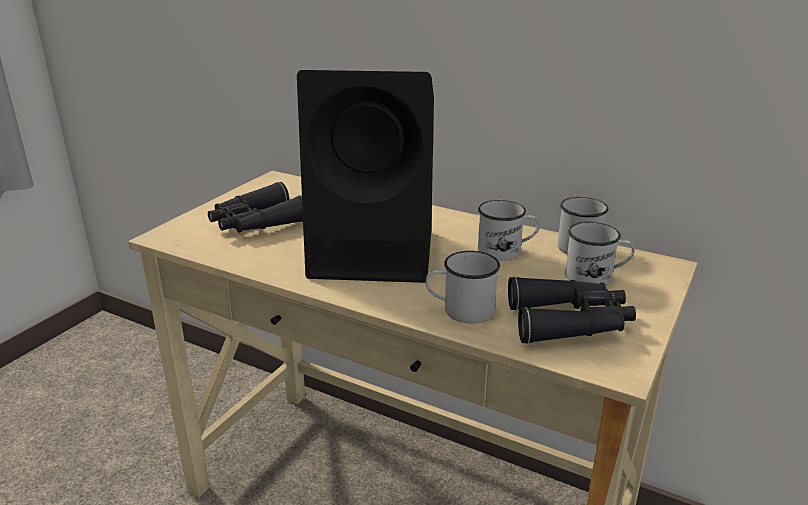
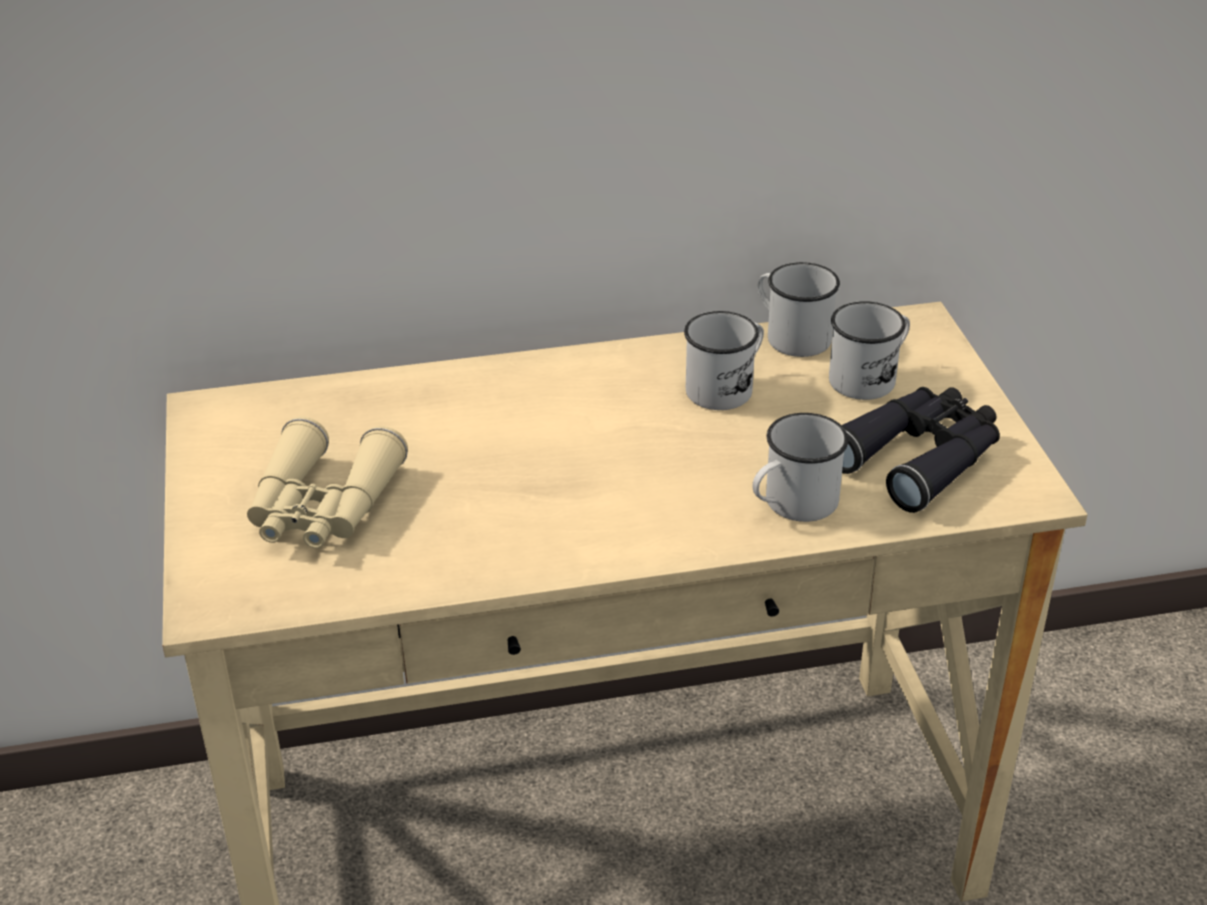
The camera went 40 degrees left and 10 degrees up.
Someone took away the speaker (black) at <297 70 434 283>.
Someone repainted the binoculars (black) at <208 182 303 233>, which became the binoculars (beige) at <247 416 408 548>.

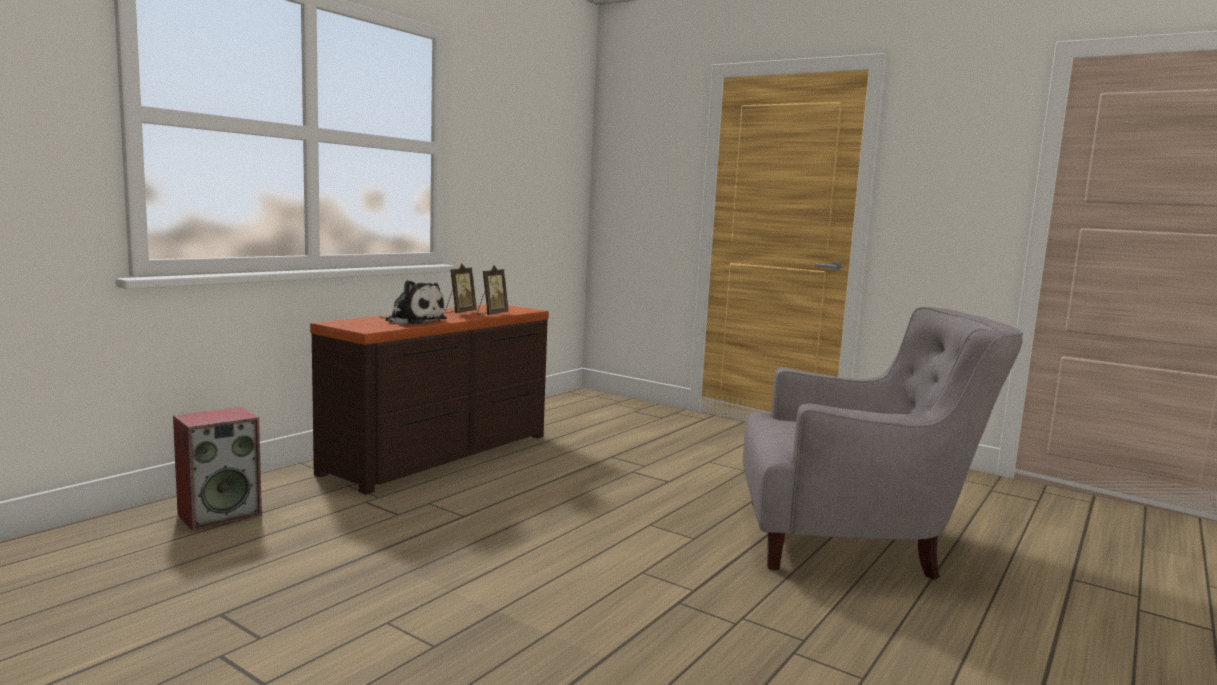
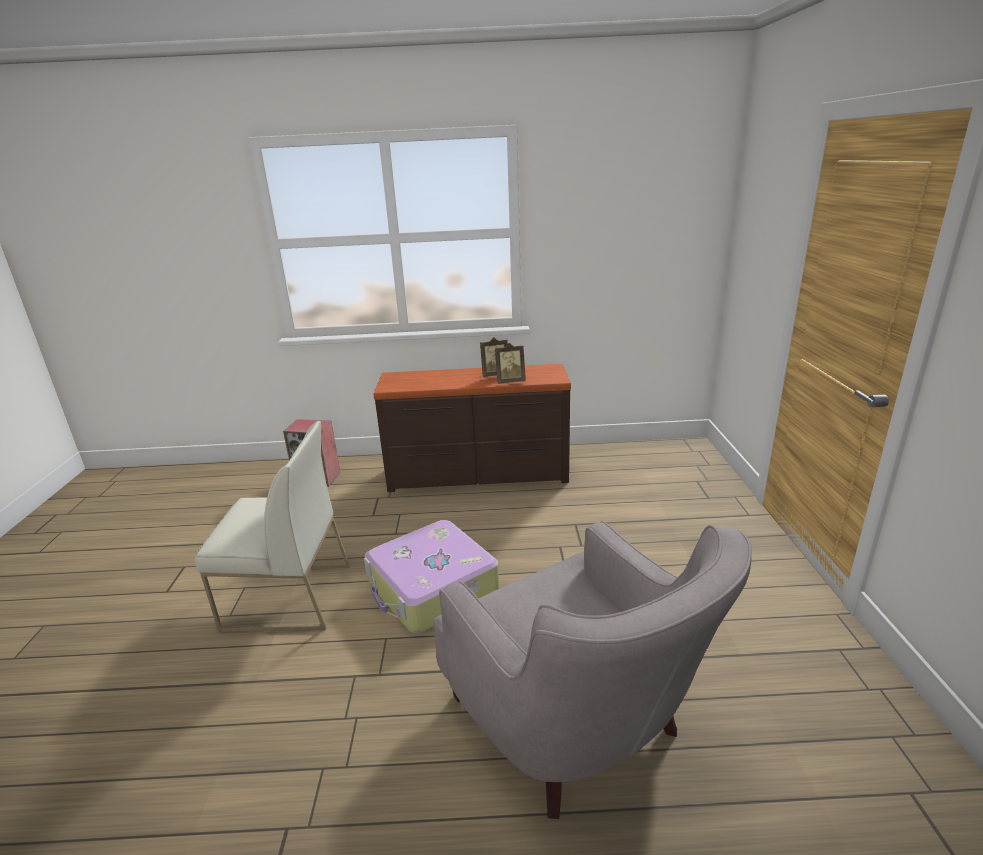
The camera went 55 degrees right and 15 degrees up.
Someone took away the plush toy at <380 280 447 324>.
Someone put down the chair (white) at <195 421 350 632>.
Someone put down the suitcase at <364 520 499 634>.

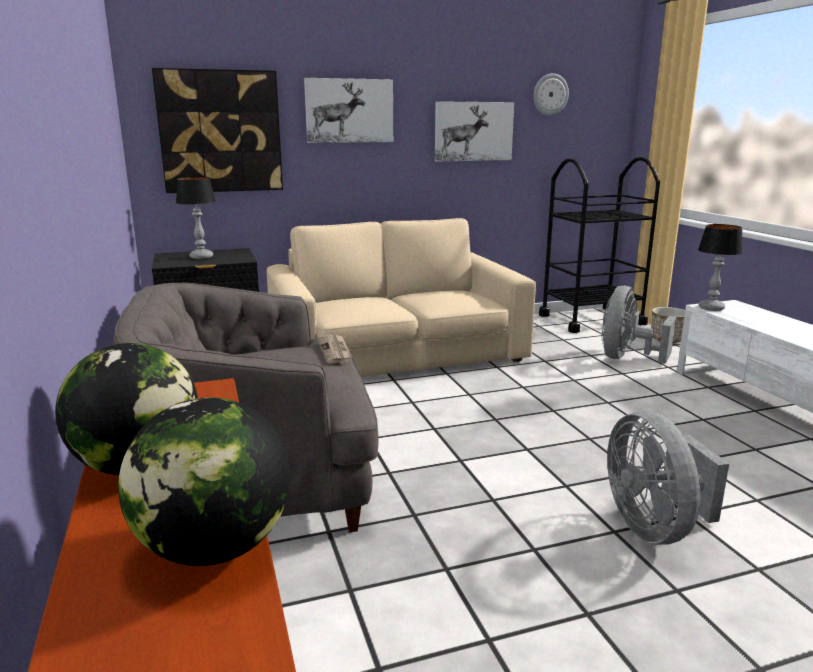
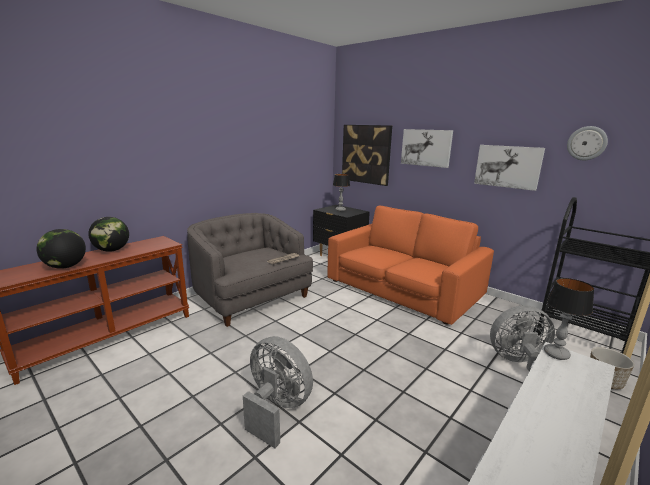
The camera went 60 degrees right and 0 degrees up.
Someone repainted the sofa (beige) at <267 218 536 377>, which became the sofa (orange) at <327 206 494 325>.
Someone rotated the fan (grey) at <607 411 729 545> by 75 degrees clockwise.

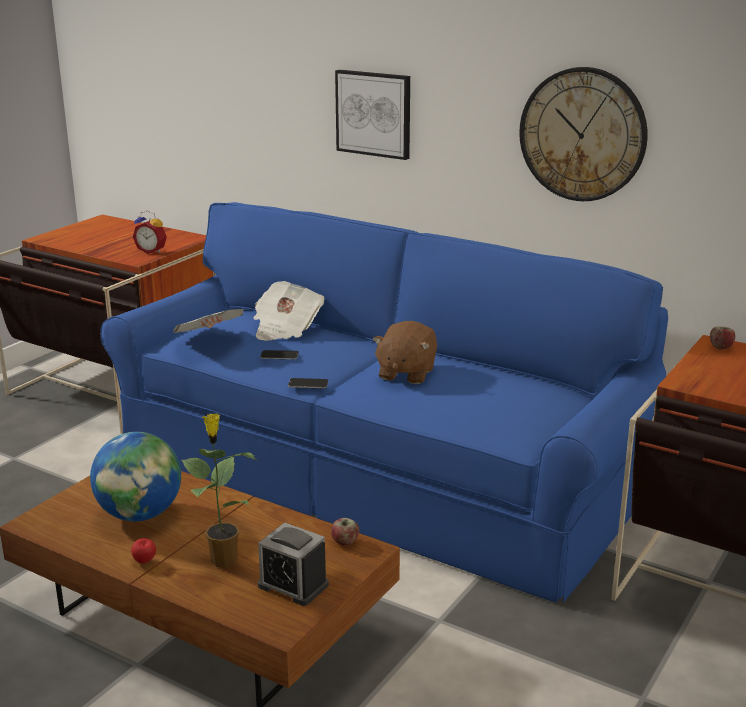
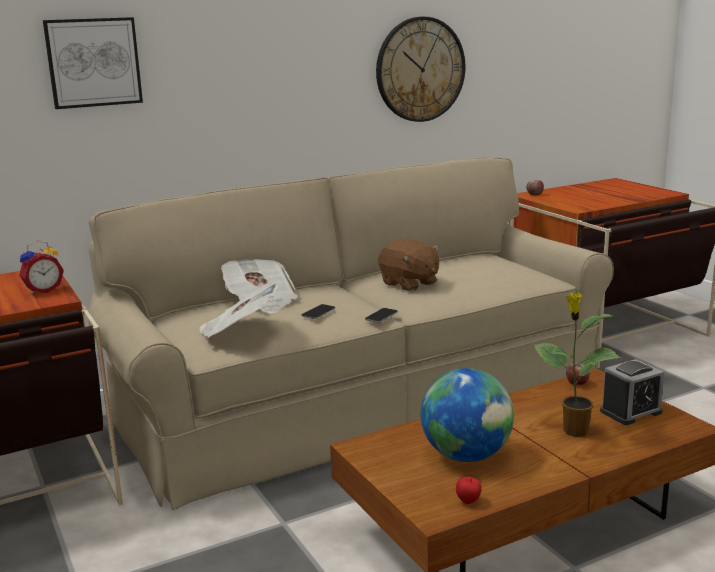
The camera went 60 degrees left and 5 degrees down.
Someone carried the apple from <131 538 156 564> to <456 477 482 504>.
Someone carried the picture from <335 70 410 160> to <43 17 143 109>.
Someone repainted the sofa (blue) at <100 202 668 603>, which became the sofa (beige) at <88 157 614 510>.

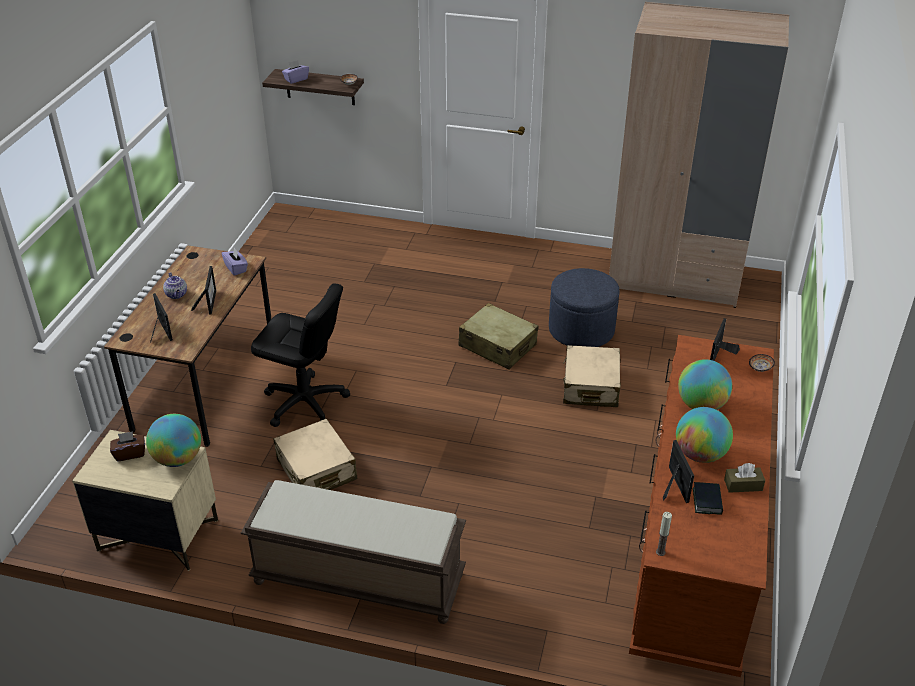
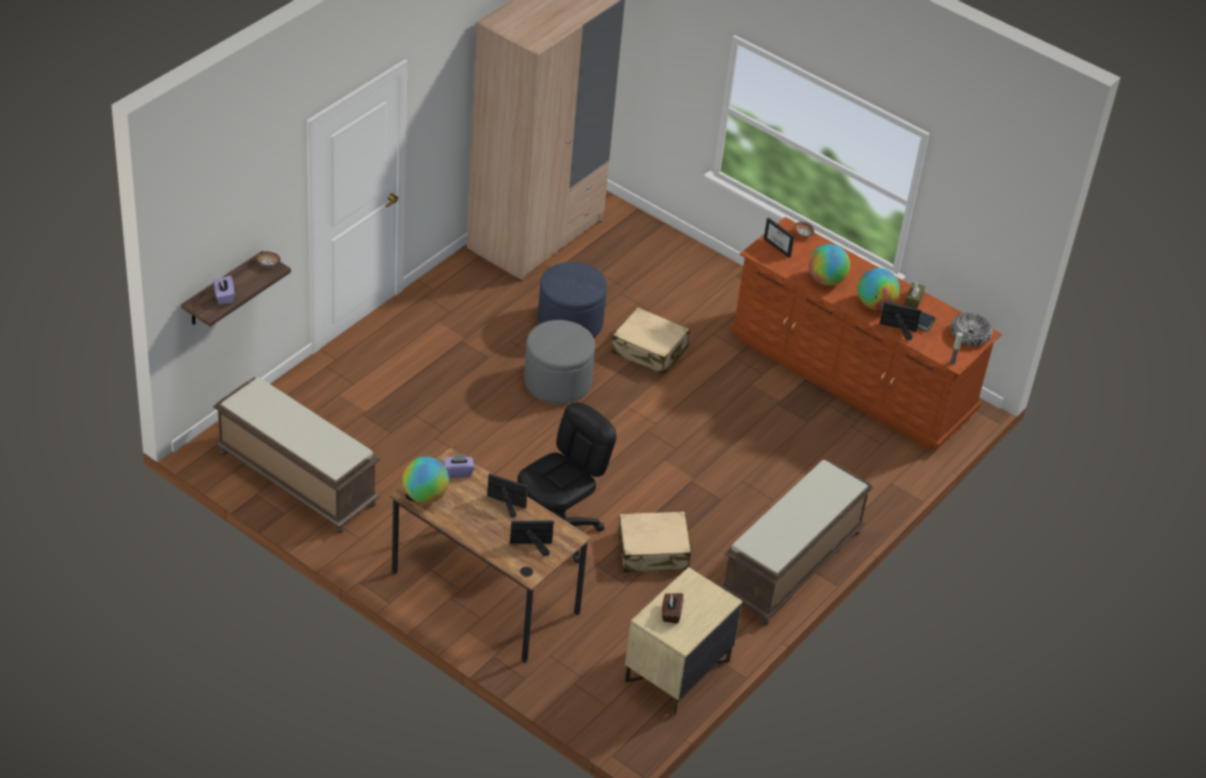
The camera went 70 degrees left and 5 degrees up.
Someone took away the teapot at <163 272 187 299>.
Someone put down the bench (brown) at <213 377 380 533>.
Someone put down the bowl at <950 313 993 346>.
Someone carried the globe from <146 414 201 467> to <402 457 449 503>.
Someone swapped the suitcase (beige) at <459 303 538 370> for the ottoman (grey) at <524 320 595 404>.

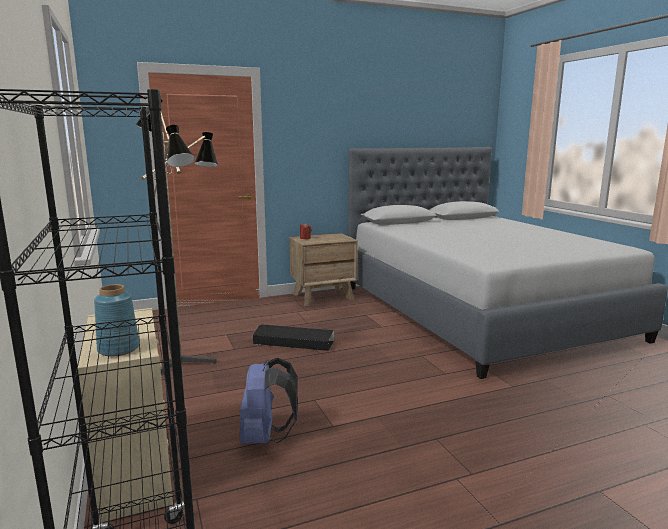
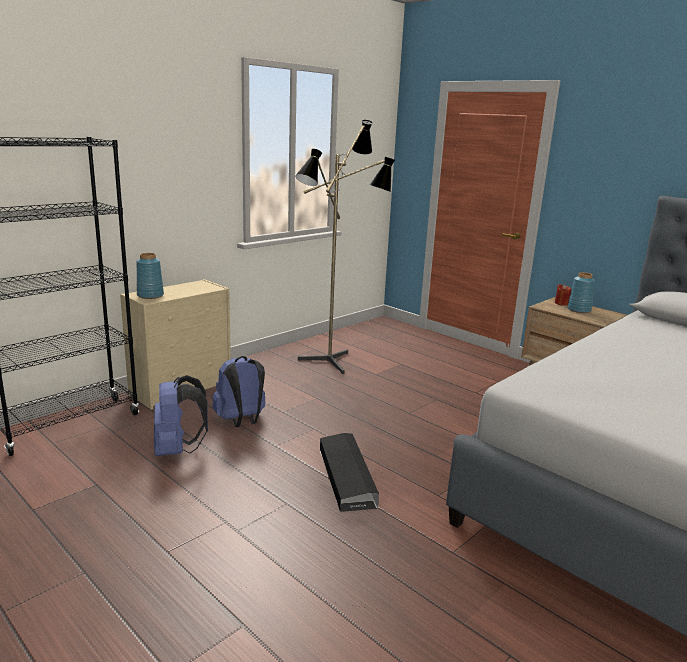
The camera went 65 degrees right and 5 degrees up.
Someone put down the backpack (blue) at <154 375 208 456>.
Someone put down the vase (blue) at <567 272 595 313>.
Someone carried the storage box (black) from <253 324 334 351> to <319 433 379 512>.

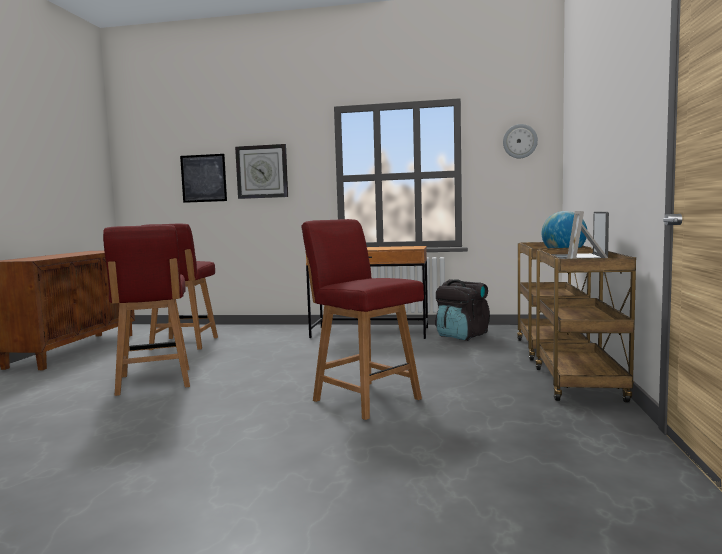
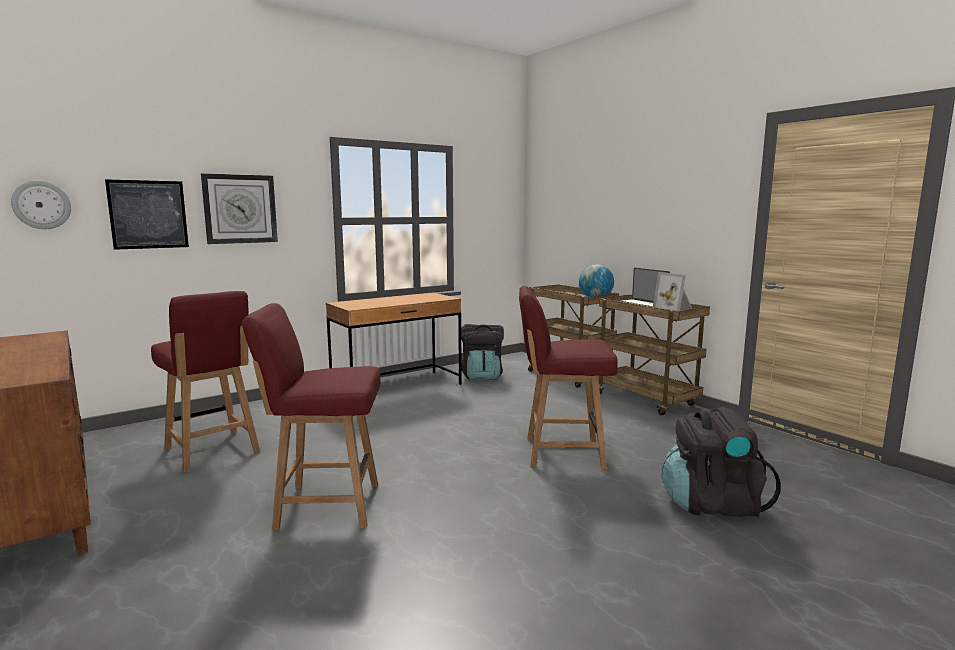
The camera went 45 degrees left and 5 degrees up.
Someone put down the backpack (black) at <661 407 781 517>.
Someone carried the wall clock from <503 124 538 158> to <11 181 71 229>.
Someone rotated the chair (red) at <103 225 190 396> by 150 degrees clockwise.

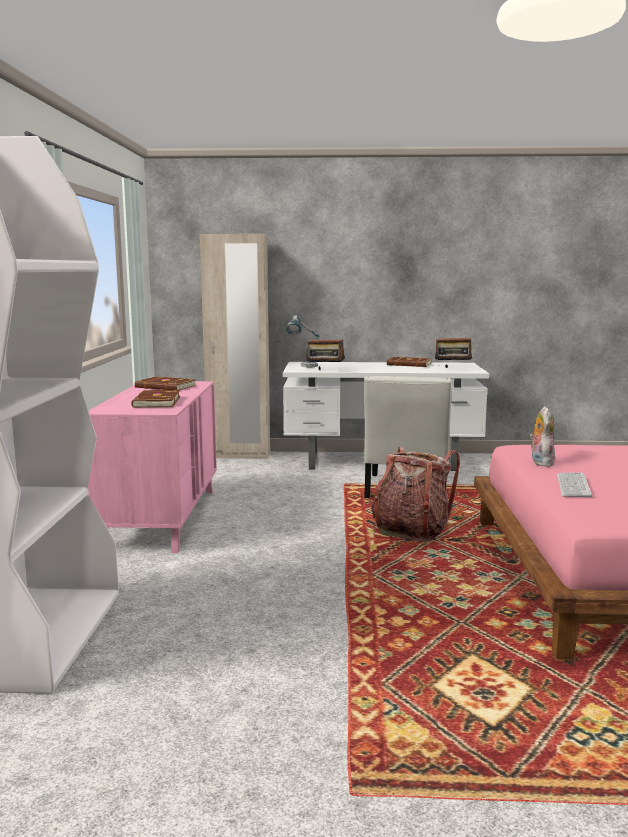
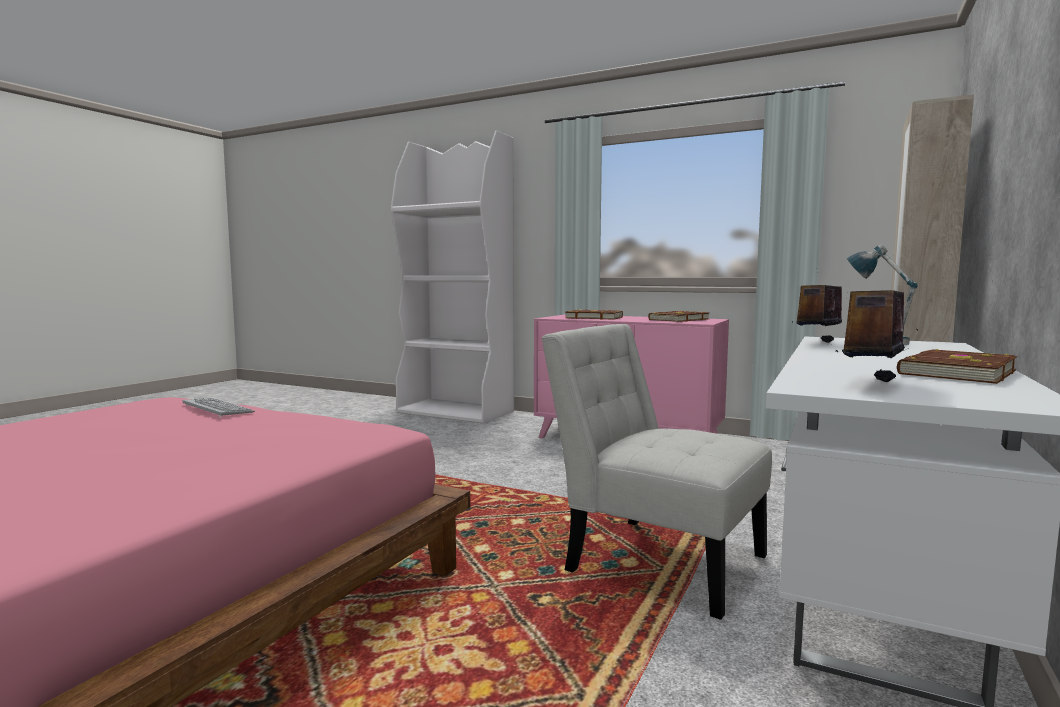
The camera went 115 degrees right and 5 degrees down.
Someone took away the backpack at <371 447 460 542>.
Someone took away the plush toy at <529 406 555 467>.

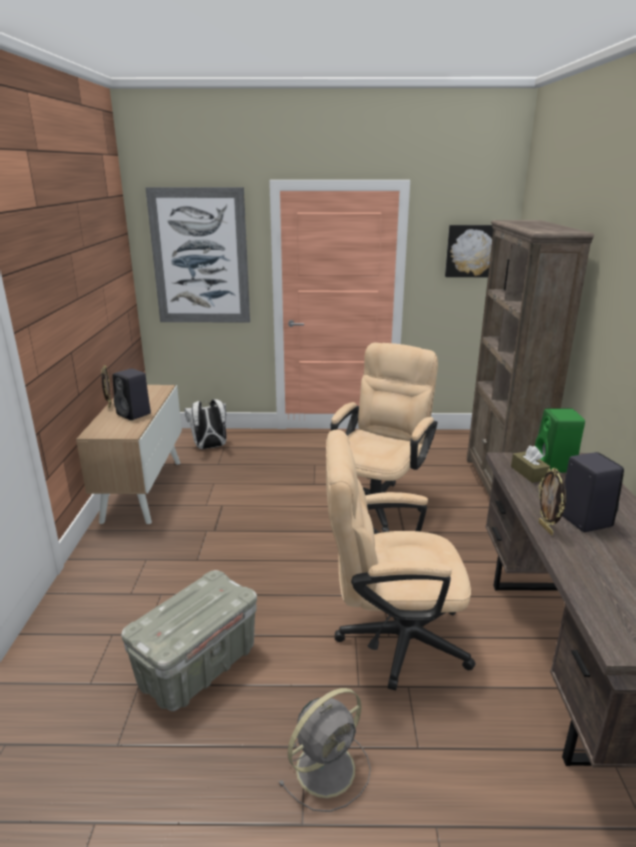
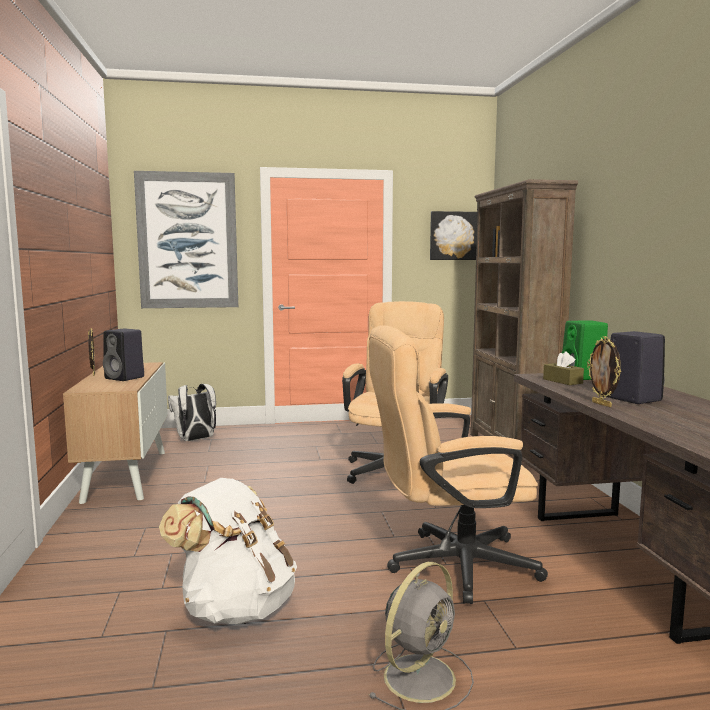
The camera went 10 degrees left and 15 degrees down.
Someone swapped the storage box (grey) at <121 570 257 711> for the backpack (white) at <159 478 297 624>.

